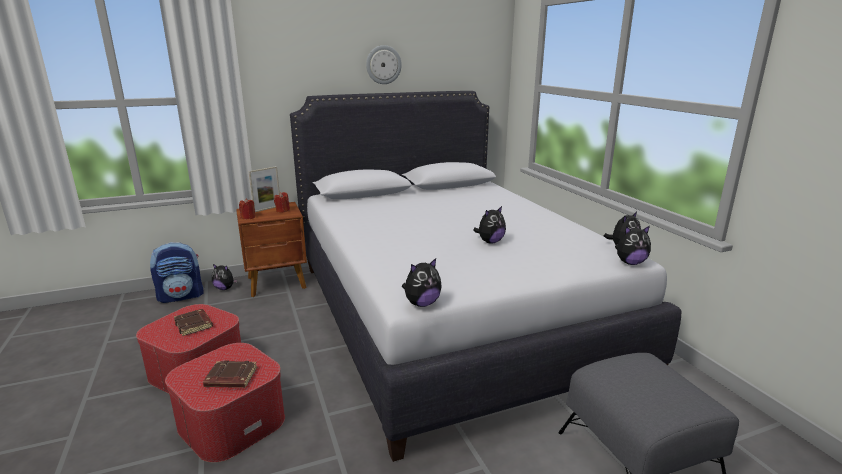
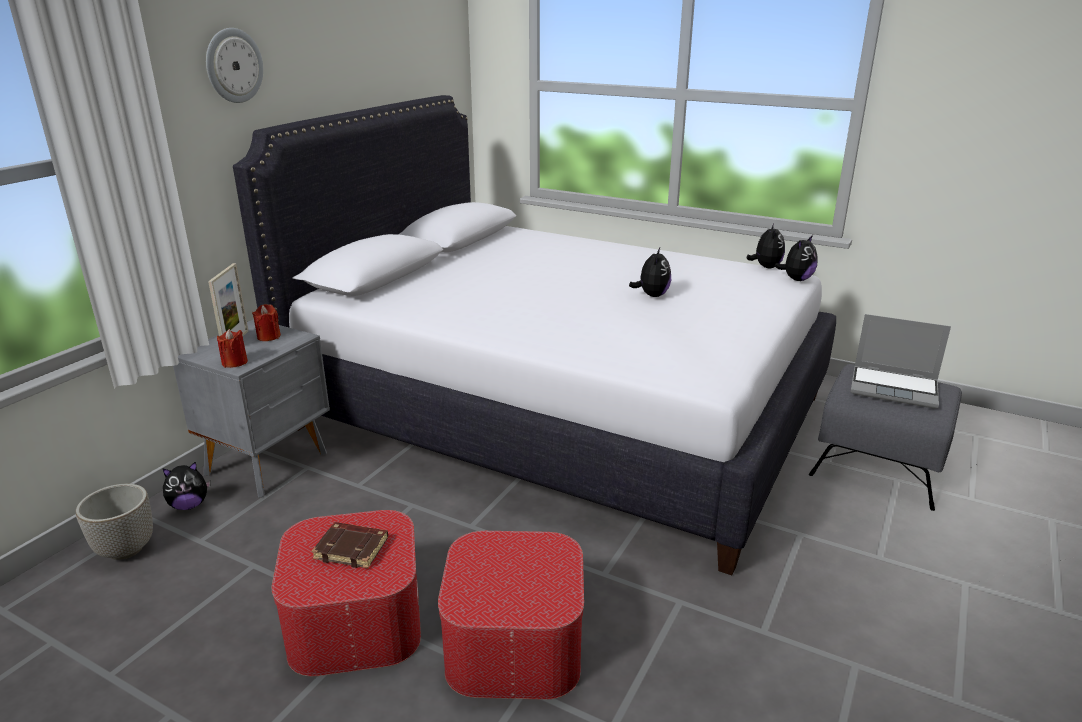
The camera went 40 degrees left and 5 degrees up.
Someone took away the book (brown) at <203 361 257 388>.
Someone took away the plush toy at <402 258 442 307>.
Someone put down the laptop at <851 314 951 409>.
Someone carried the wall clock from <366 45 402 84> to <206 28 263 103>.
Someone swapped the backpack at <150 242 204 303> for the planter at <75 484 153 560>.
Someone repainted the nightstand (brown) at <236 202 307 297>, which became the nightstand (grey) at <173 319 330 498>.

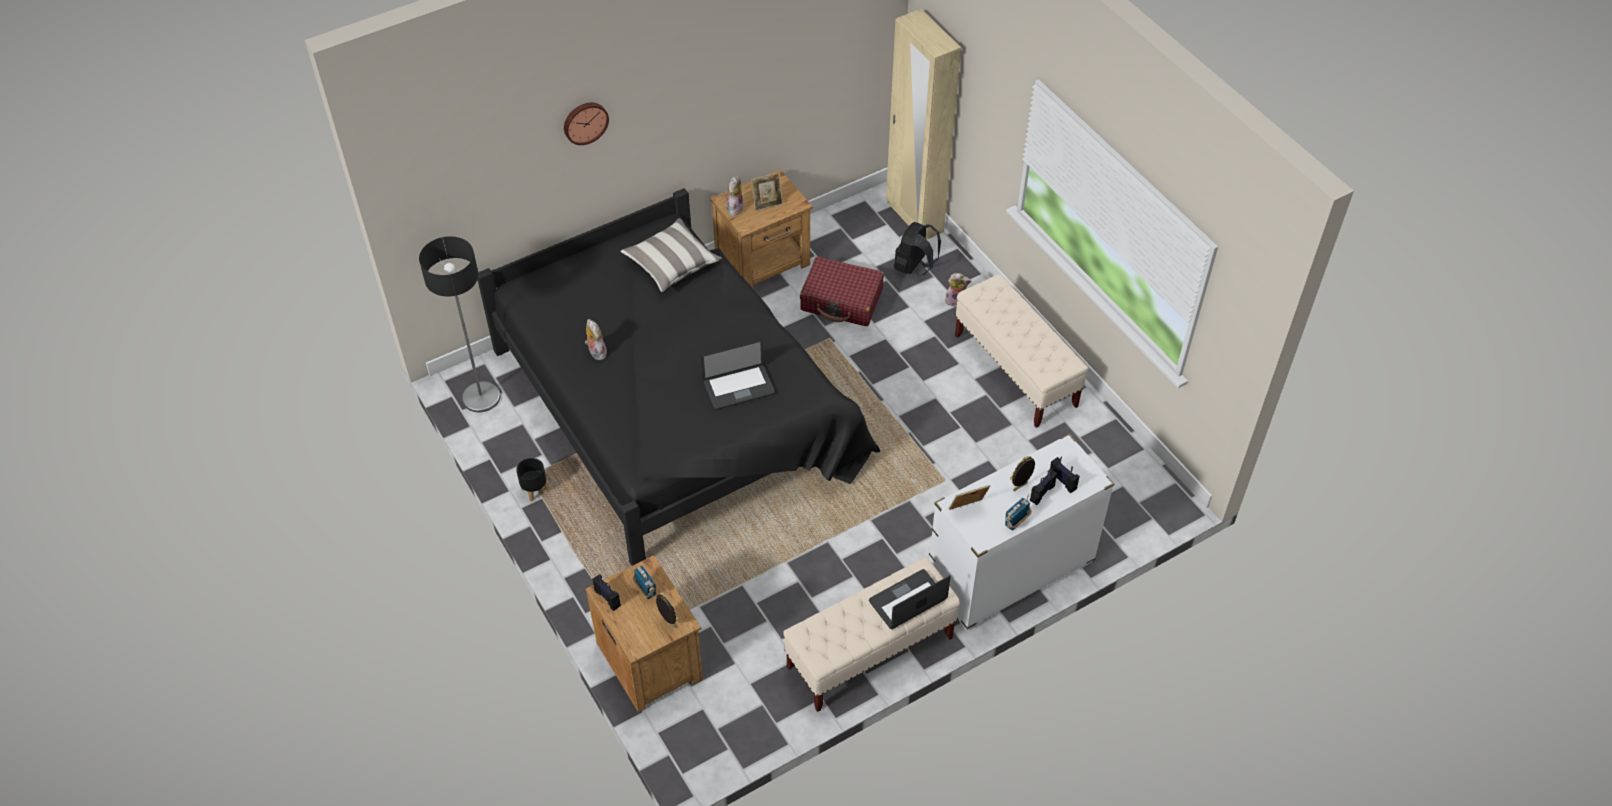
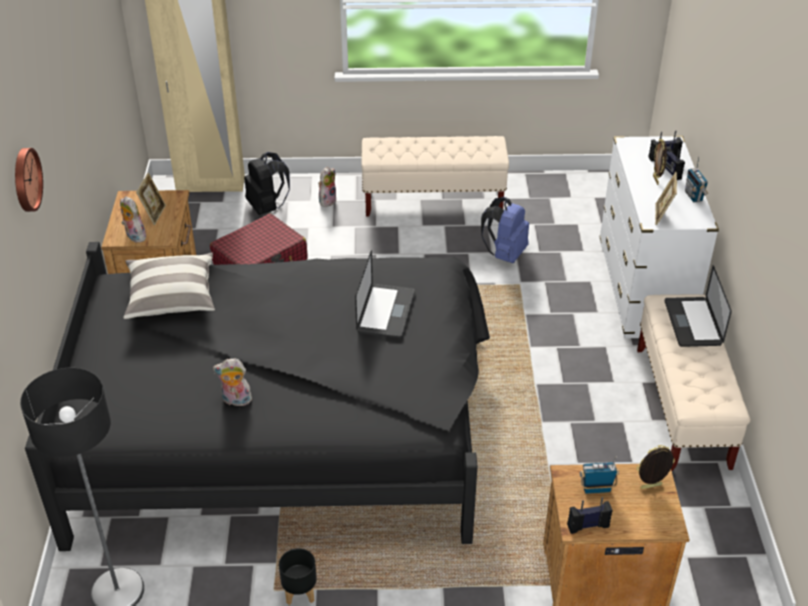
The camera went 60 degrees left and 10 degrees down.
Someone put down the backpack (blue) at <481 197 529 263>.

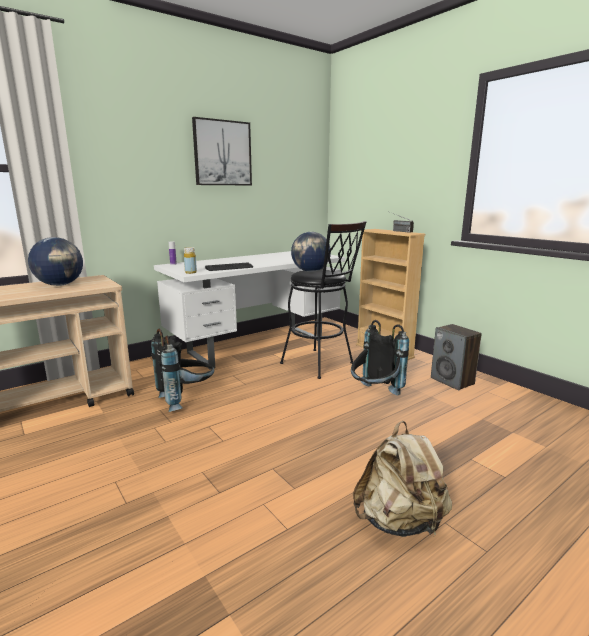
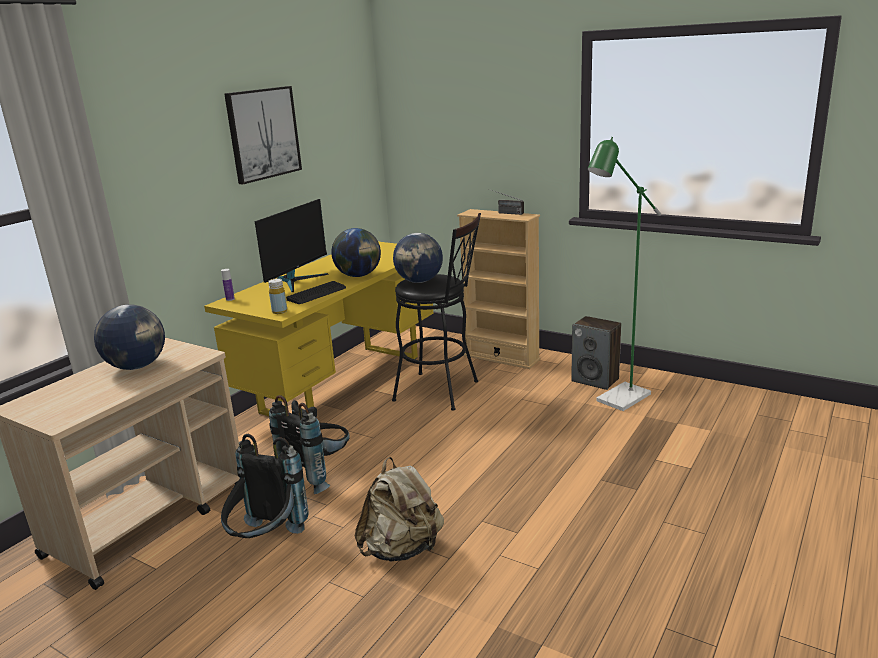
The camera went 20 degrees left and 5 degrees up.
Someone put down the monitor at <255 199 329 292>.
Someone put down the globe at <331 228 381 277>.
Someone put down the floor lamp (green) at <588 137 661 411>.
Someone carried the backpack (black) from <351 320 409 395> to <221 434 309 538>.
Someone carried the backpack (beige) from <353 421 452 537> to <355 457 444 562>.
Someone repainted the desk (white) at <154 251 345 370>, which became the desk (yellow) at <204 242 434 416>.

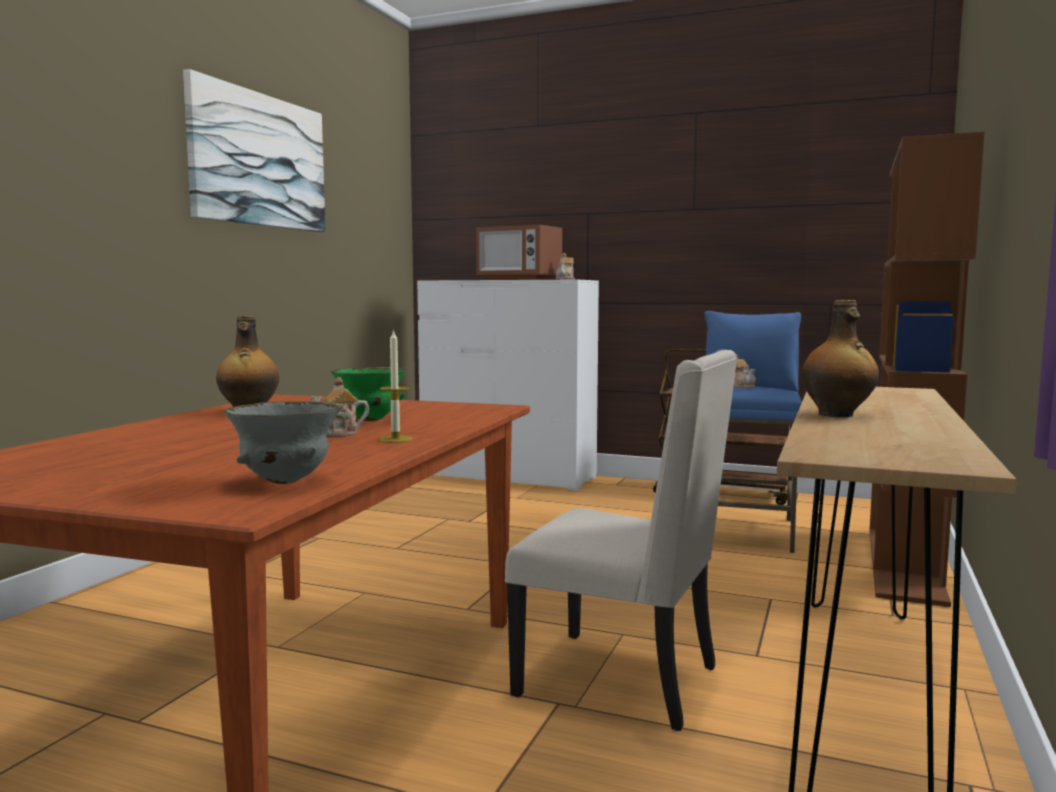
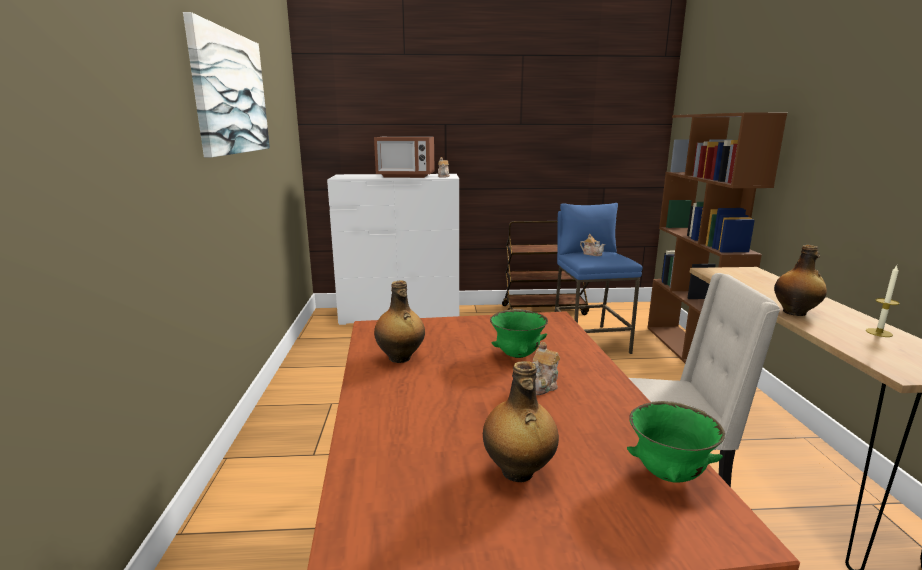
The camera went 25 degrees left and 10 degrees up.
Someone put down the bottle at <483 361 559 482>.
Someone carried the candle from <379 329 413 443> to <866 266 899 337>.
Someone repainted the bowl (grey) at <224 401 343 484>, which became the bowl (green) at <627 401 725 483>.

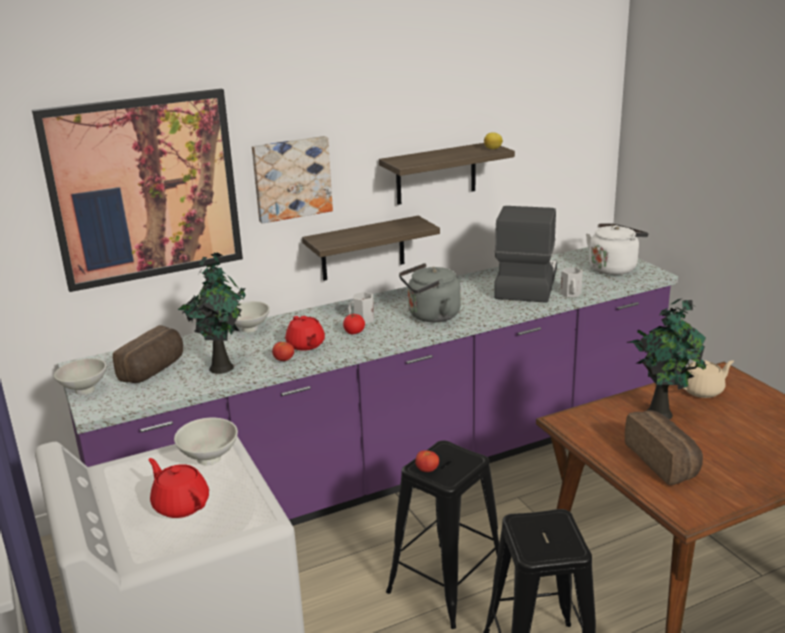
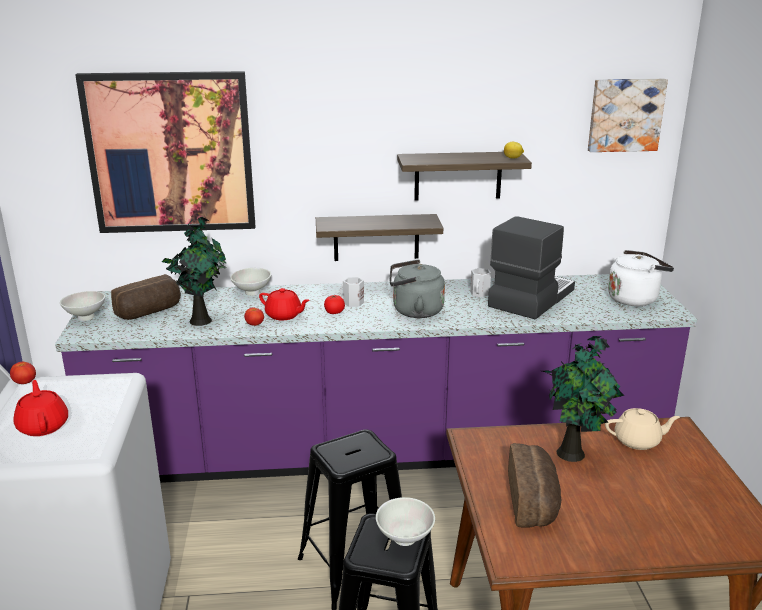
The camera went 20 degrees right and 0 degrees up.
Someone carried the bowl (white) from <174 417 238 465> to <376 497 435 546>.
Someone carried the picture from <252 136 333 224> to <588 79 668 152>.
Someone carried the tomato from <415 450 439 472> to <10 362 36 384>.
Someone carried the mug (white) from <560 268 583 297> to <470 268 491 297>.
Someone rotated the teapot (red) at <285 316 325 351> by 60 degrees counterclockwise.

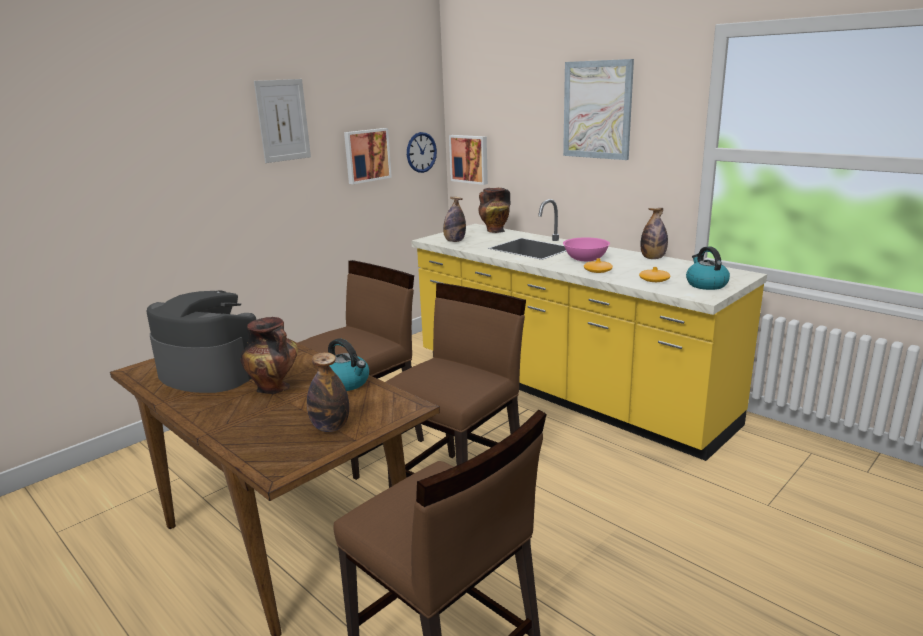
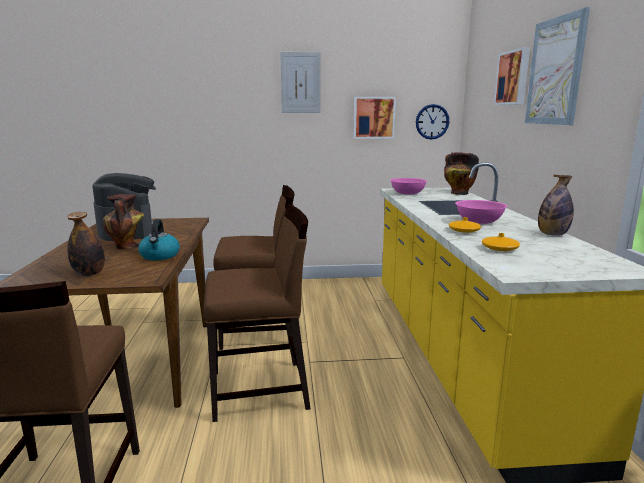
The camera went 40 degrees right and 5 degrees down.
Someone took away the kettle at <686 246 730 290>.
Someone carried the picture from <449 135 488 185> to <494 47 530 105>.
Someone swapped the bottle at <443 197 466 242> for the bowl (pink) at <390 178 427 195>.

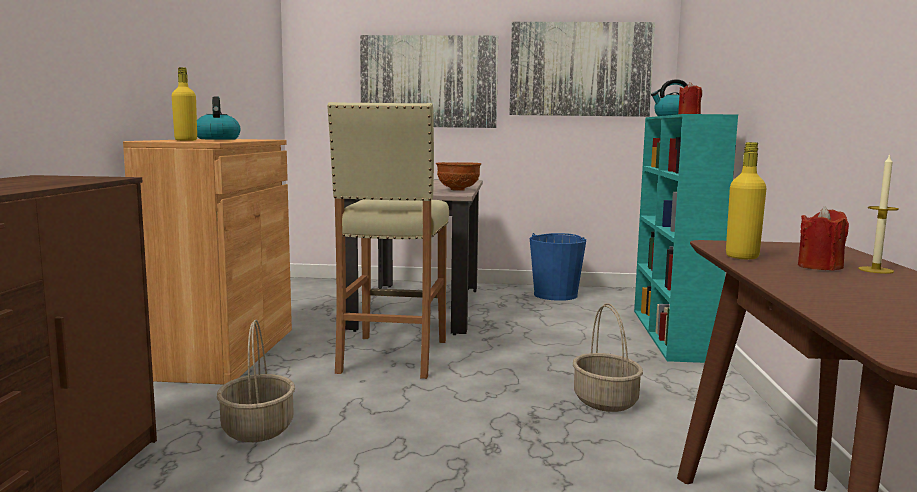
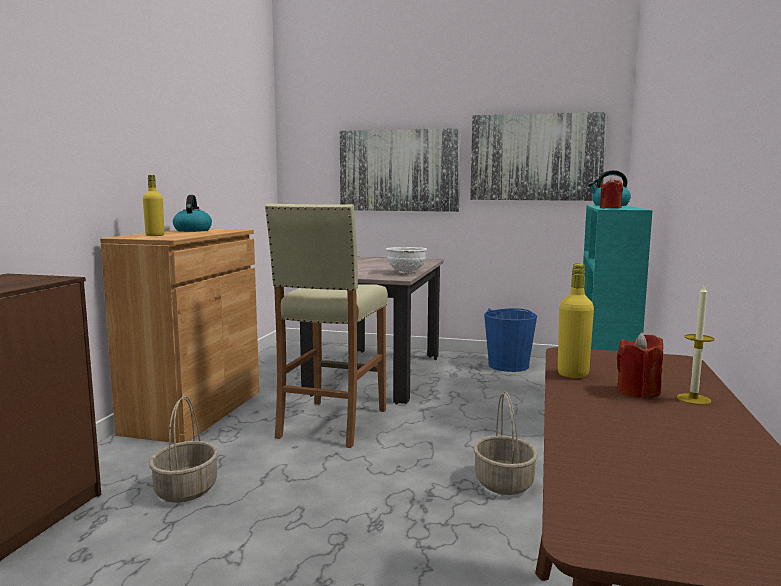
The camera went 10 degrees right and 0 degrees up.
Someone repainted the bowl (brown) at <436 162 481 191>, which became the bowl (white) at <386 247 427 273>.

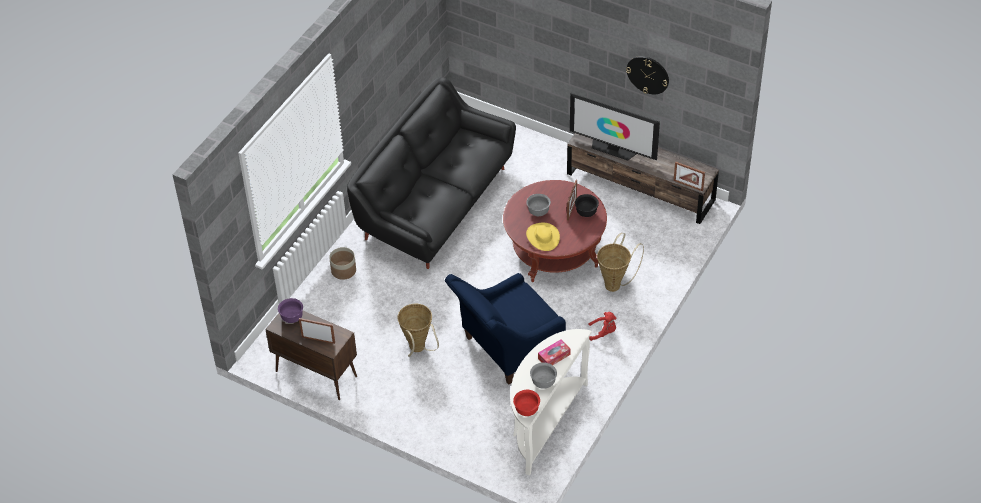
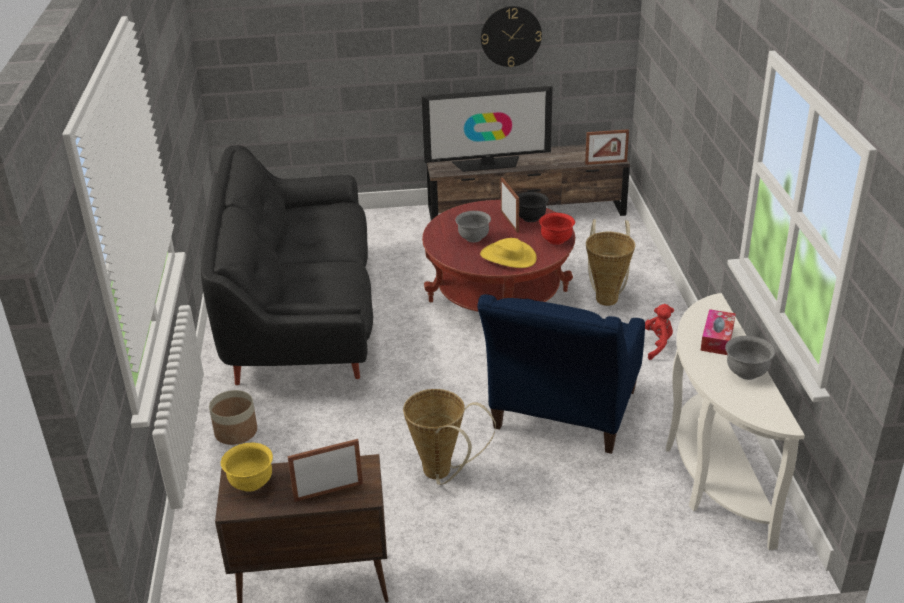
The camera went 35 degrees left and 15 degrees down.
Someone carried the bowl (red) from <513 390 540 416> to <539 213 575 245>.
Someone repainted the bowl (purple) at <278 298 303 323>, which became the bowl (yellow) at <221 443 273 492>.

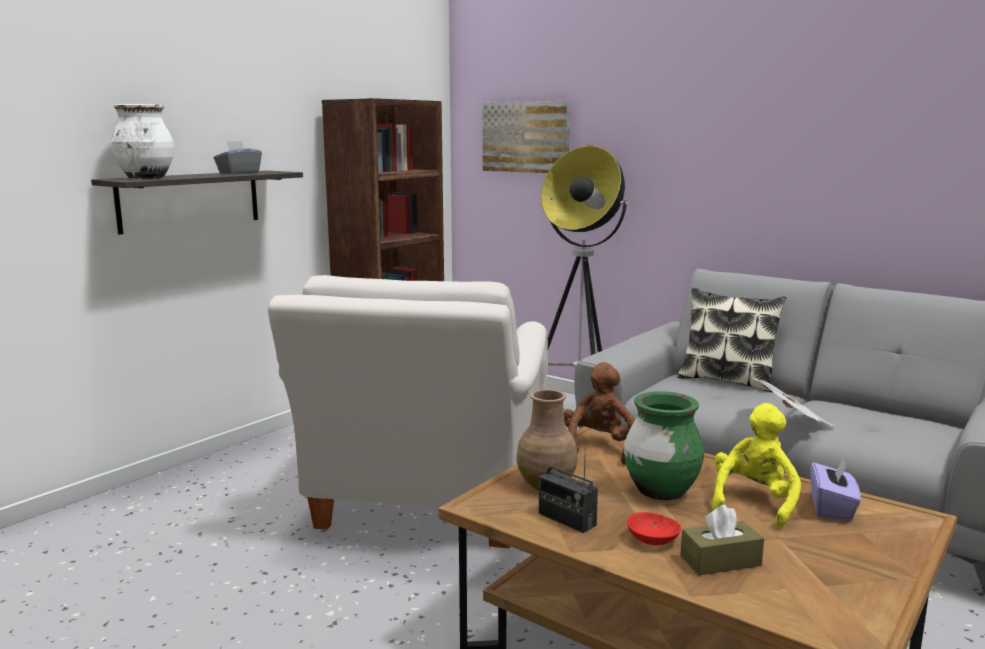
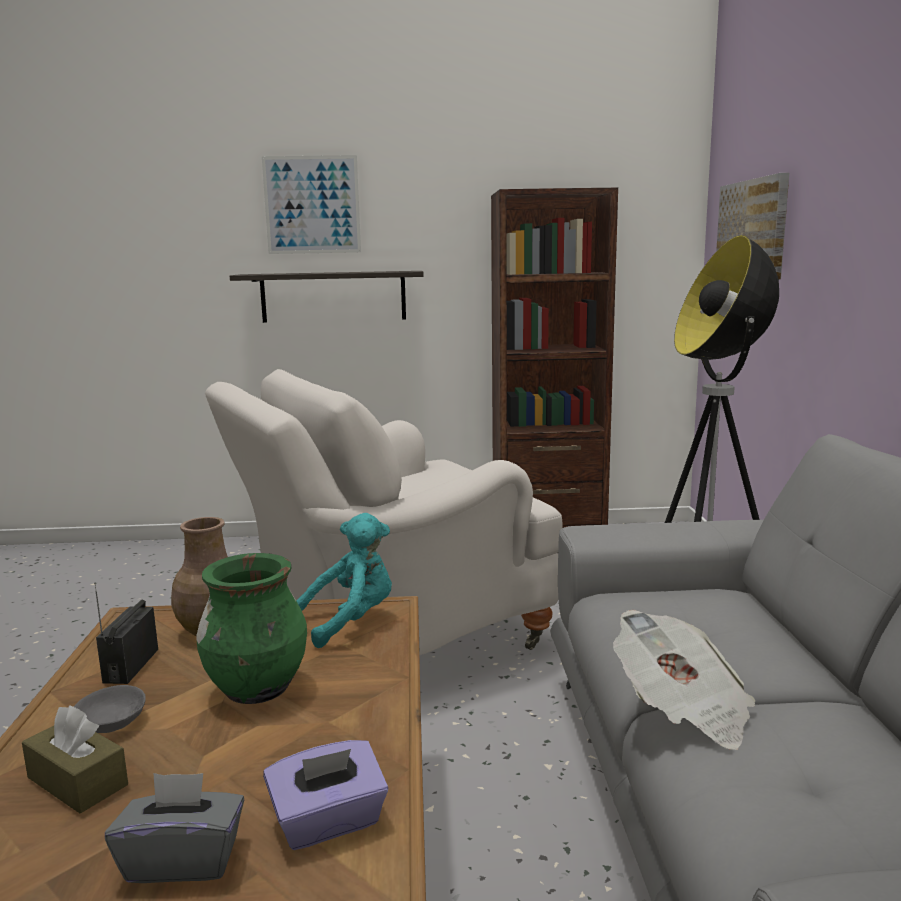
The camera went 50 degrees right and 0 degrees up.
Someone took away the vase (white) at <111 104 174 179>.
Someone took away the pillow at <677 288 787 392>.
Someone took away the plush toy (yellow) at <712 403 801 528>.
Someone put up the picture at <262 155 361 254>.
Someone carried the tissue box (grey) from <214 141 262 174> to <105 773 244 883>.
Someone repainted the plush toy (brown) at <564 362 635 465>, which became the plush toy (turquoise) at <296 513 392 648>.
Someone repainted the bowl (red) at <627 512 681 545>, which became the bowl (grey) at <74 685 146 733>.

